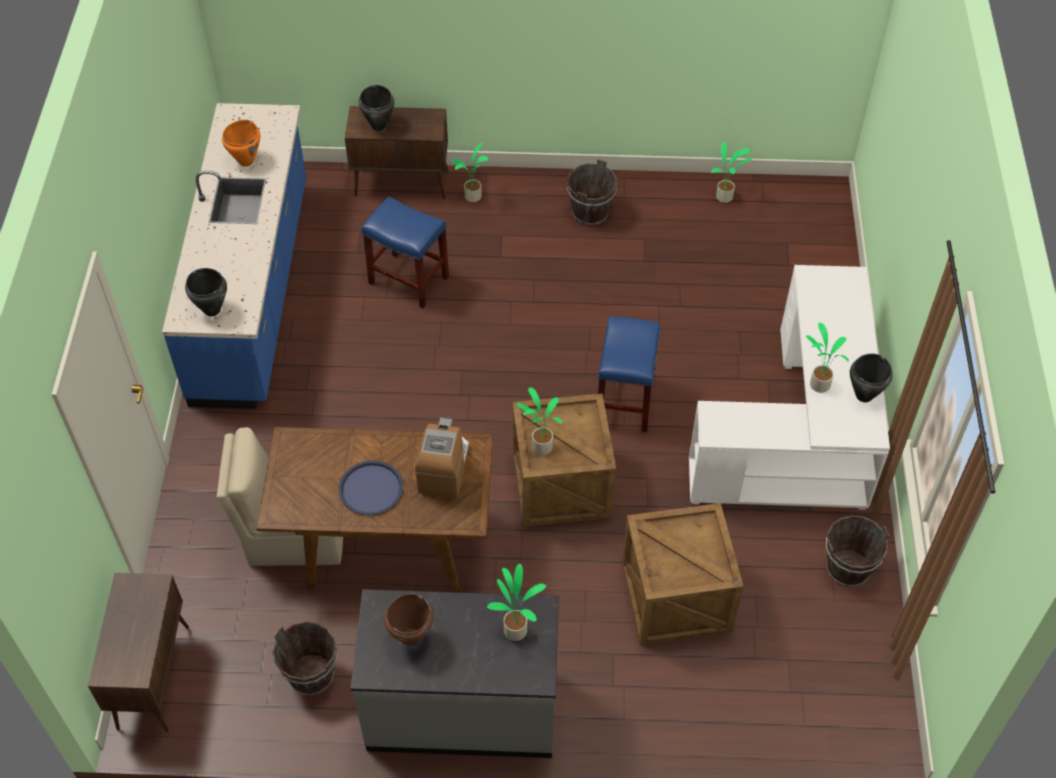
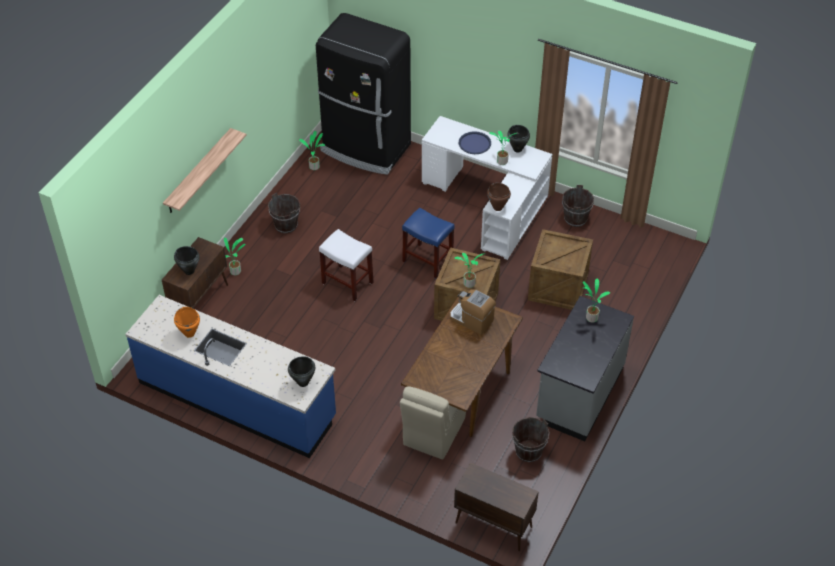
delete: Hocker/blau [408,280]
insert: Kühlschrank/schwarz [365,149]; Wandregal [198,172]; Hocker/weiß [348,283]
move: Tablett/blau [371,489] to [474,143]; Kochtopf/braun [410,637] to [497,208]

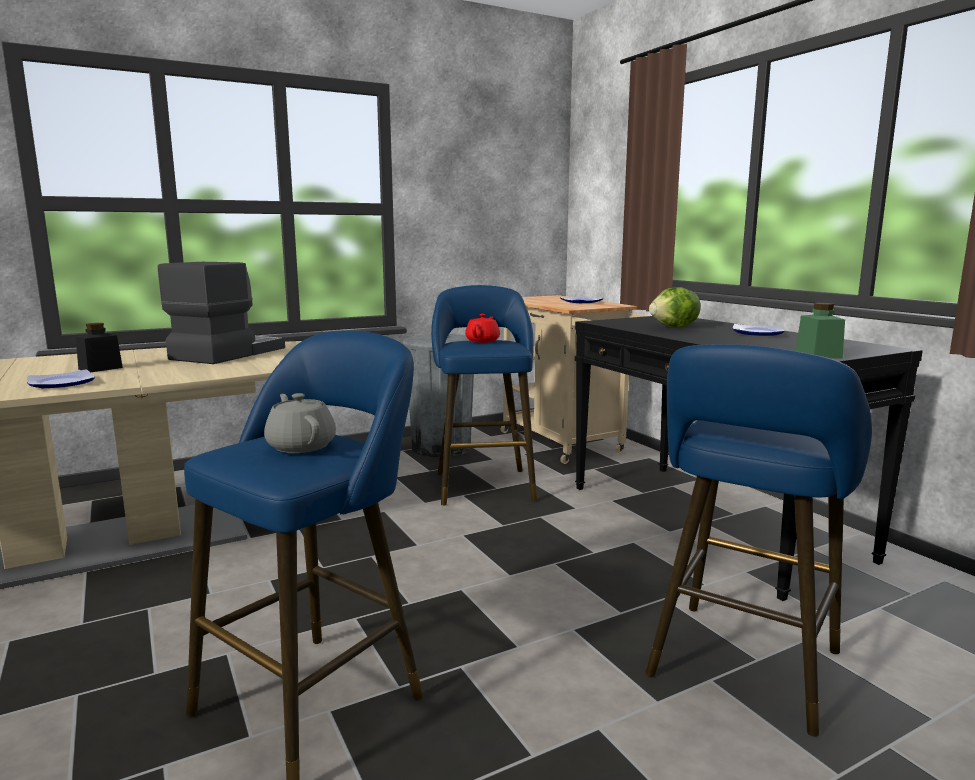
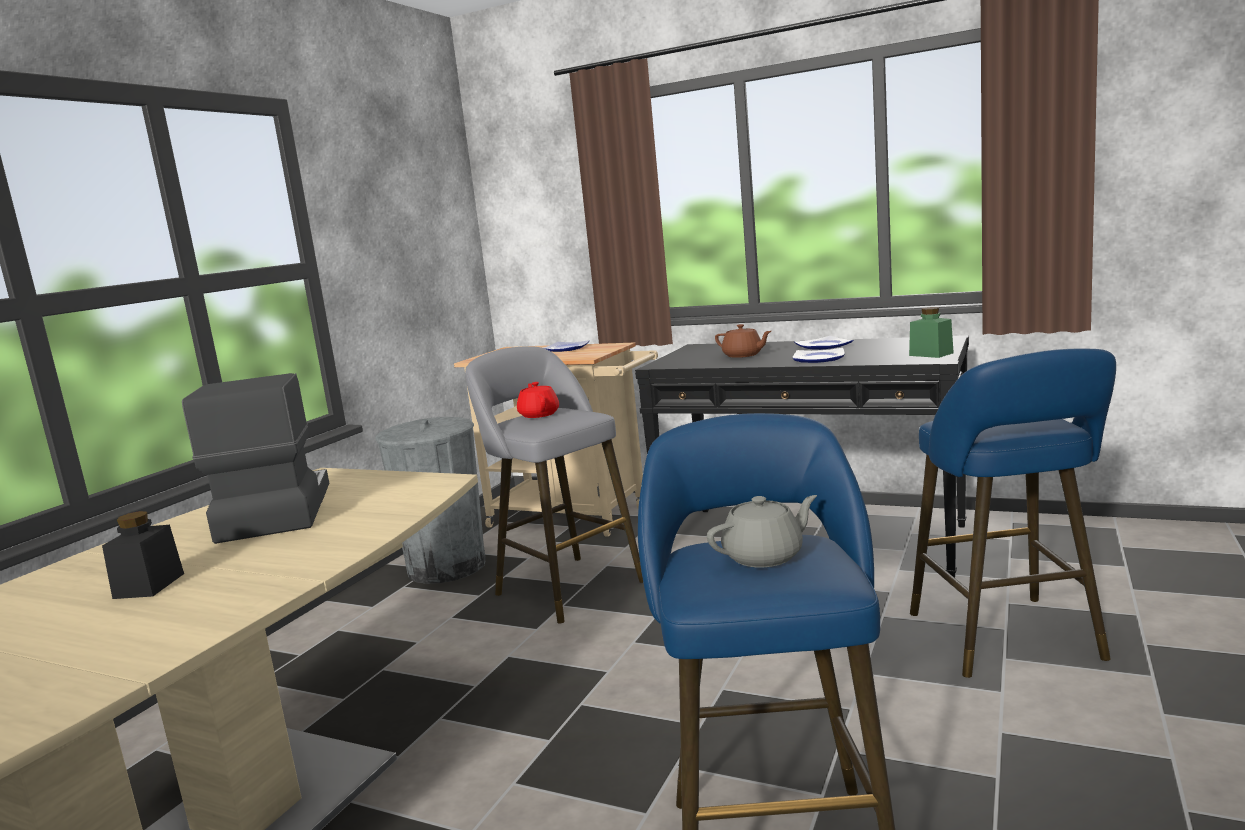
move: Teller [60,383] to [817,359]
replace: Salatkopf [675,327] to Teekanne/braun [743,355]
recolor: Hocker/blau [483,484] to Hocker/grau [564,586]
rotate: Teekanne/grau [301,446] = [765,556] 135 degrees clockwise

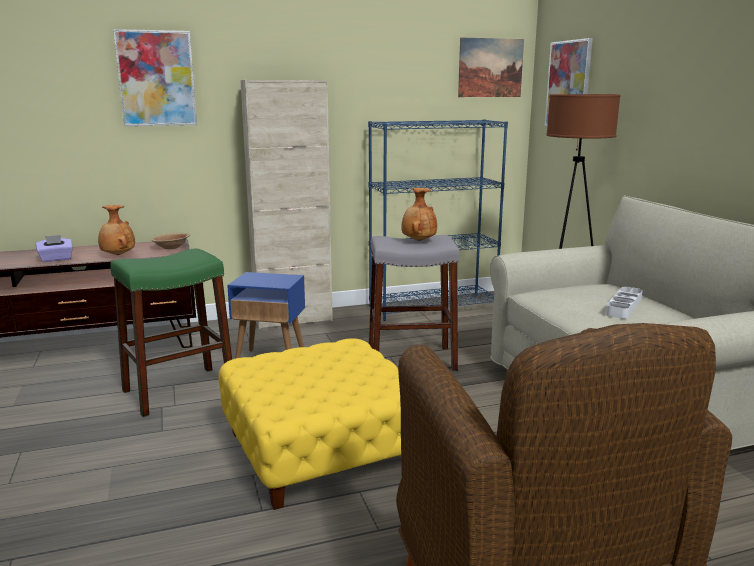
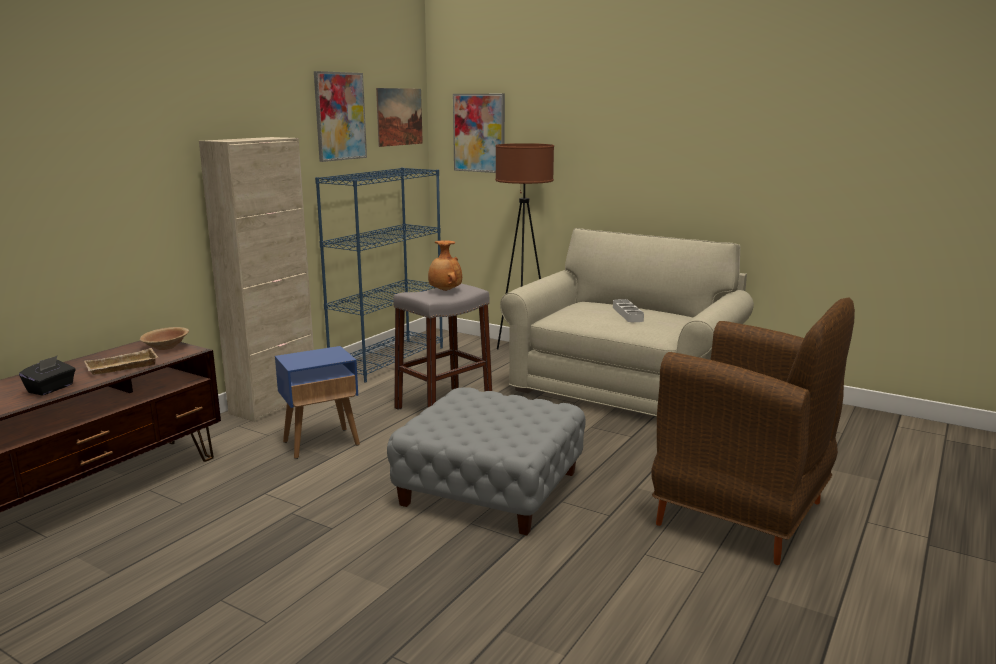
delete: Hocker/grün [179,390]
move: Bild [156,78] to [340,116]
replace: Vase/braun [117,255] to Tablett/beige [121,367]
recolor: Taschentuchbox/lila [56,259] to Taschentuchbox/schwarz [51,389]; Polsterhocker/gelb [322,450] to Polsterhocker/grau [491,488]

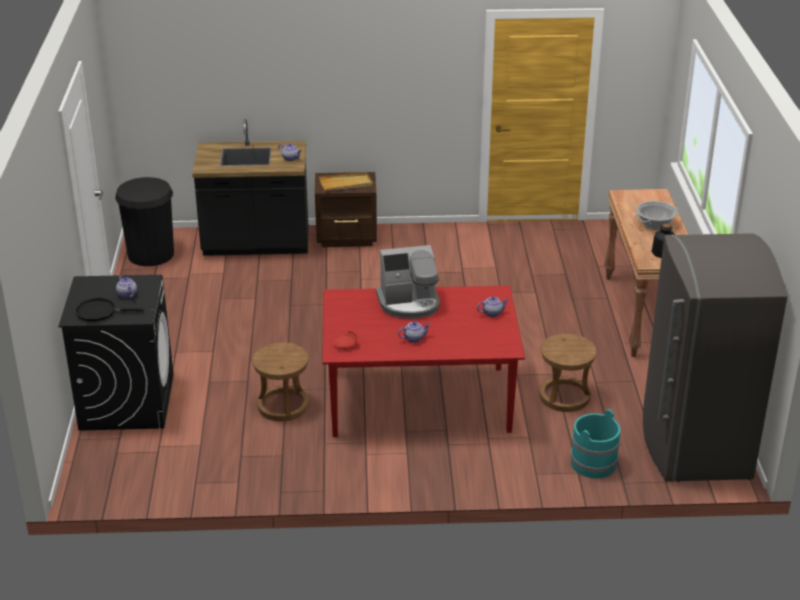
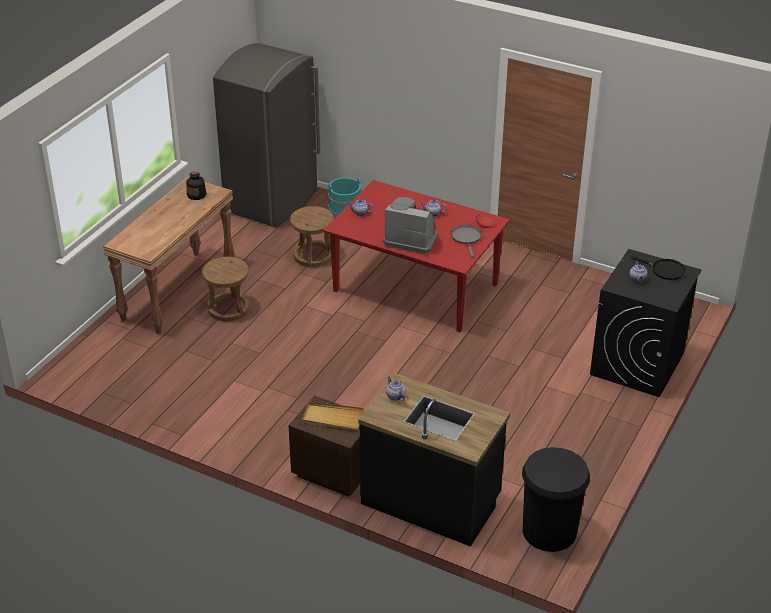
delete: Kochtopf [655,224]
insert: Pfanne/grau [466,238]
move: Hocker/braun [282,406] to [228,309]

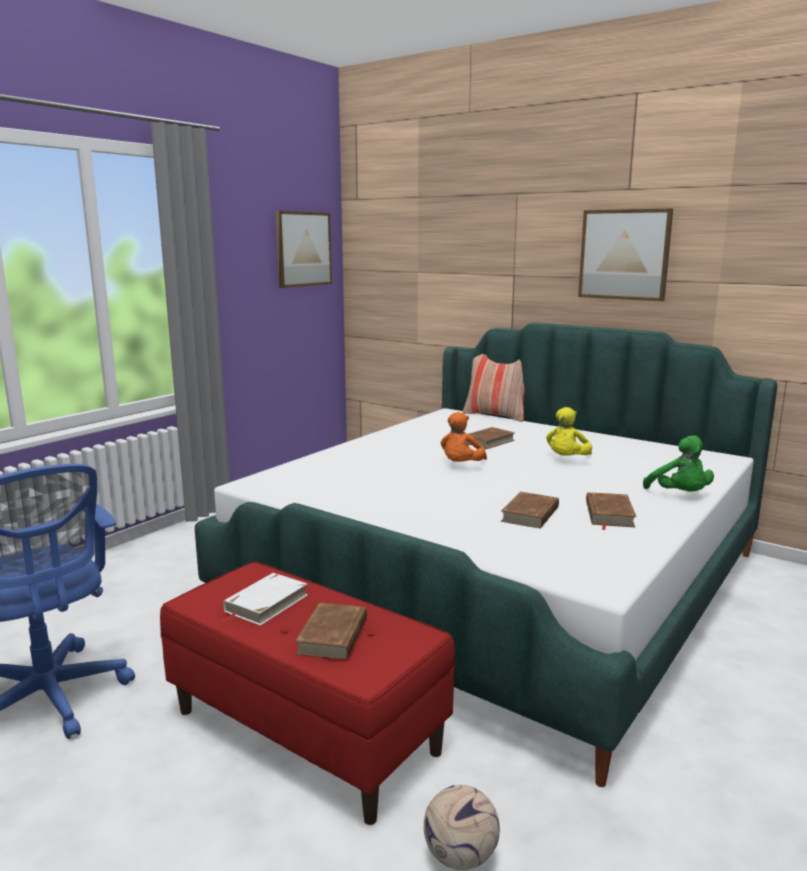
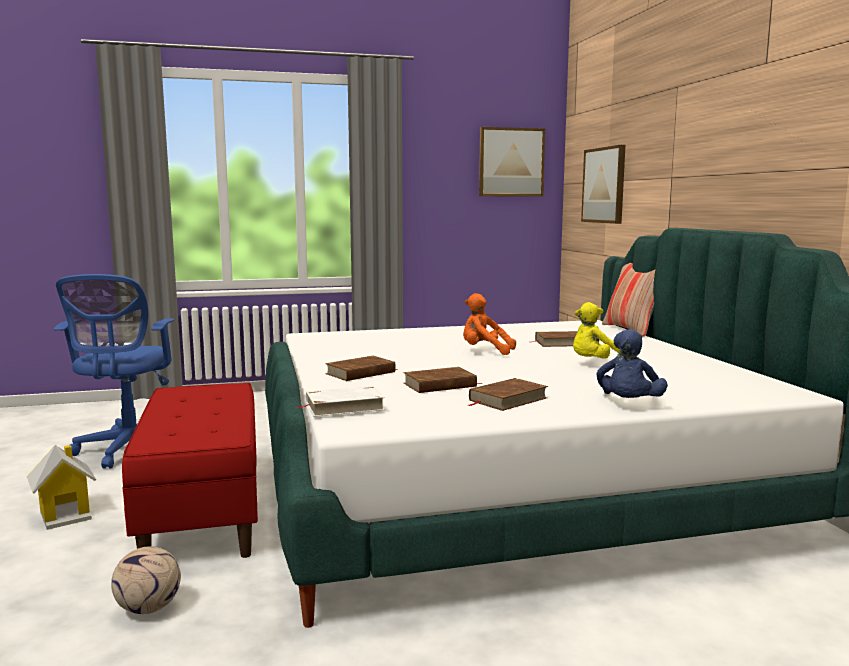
insert: Spielzeughaus [66,514]
move: Bild [624,254] to [604,185]; Buch/weiß [266,603] to [344,406]; Buch/braun [333,636] to [361,373]
recolor: Plüschtier/grün [680,495] to Plüschtier/blau [628,404]
rotate: Plüschtier/orange [461,466] = [485,351] 45 degrees clockwise

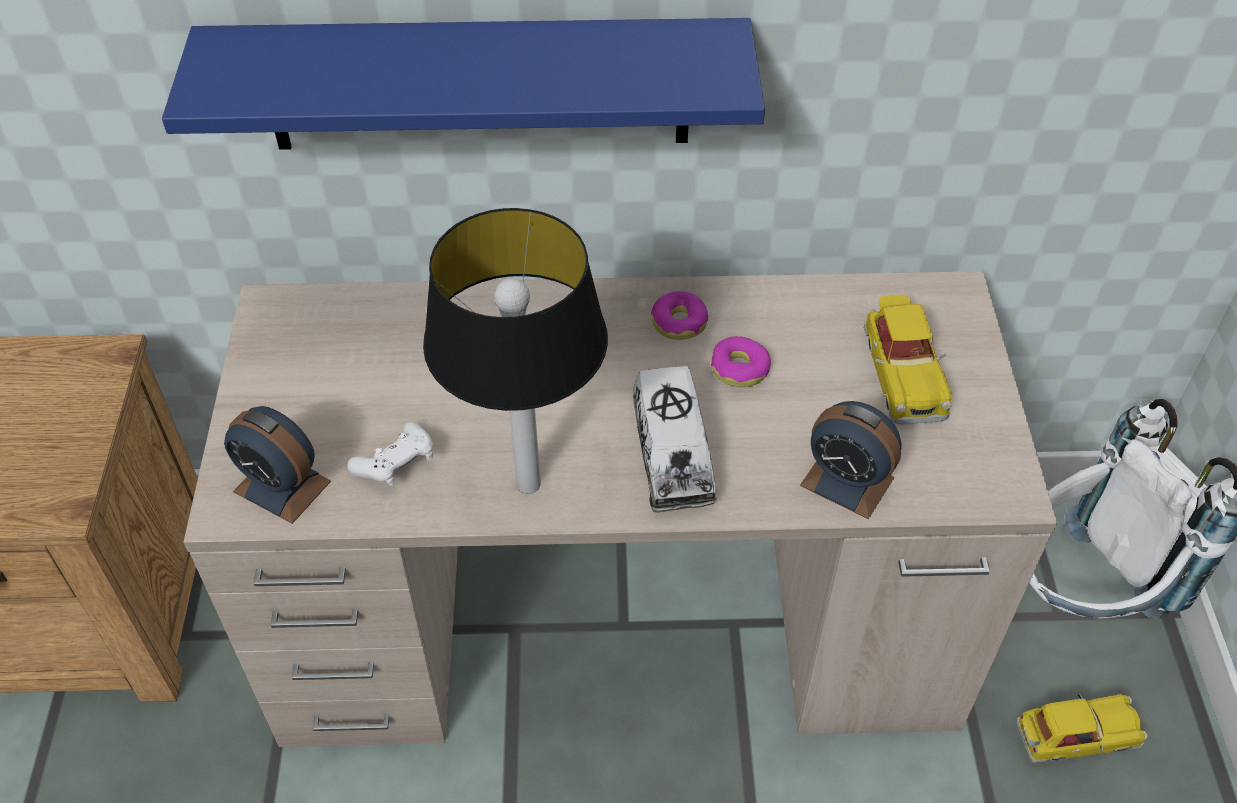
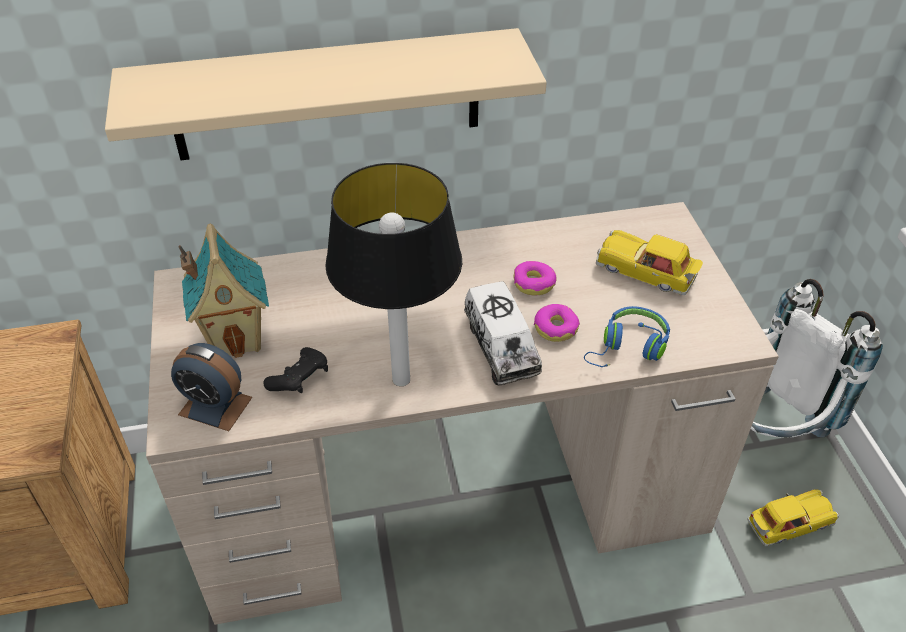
insert: Spielzeughaus [237,339]
move: Donut [679,322] to [555,328]
replace: Wecker [847,481] to Kopfhörer/blau [628,348]
recolor: Wandregal/blau [478,84] to Wandregal/beige [327,96]; Gamepad/weiß [397,466] to Gamepad/schwarz [300,380]
rotate: Spielzeugauto [902,372] = [647,272] 135 degrees clockwise

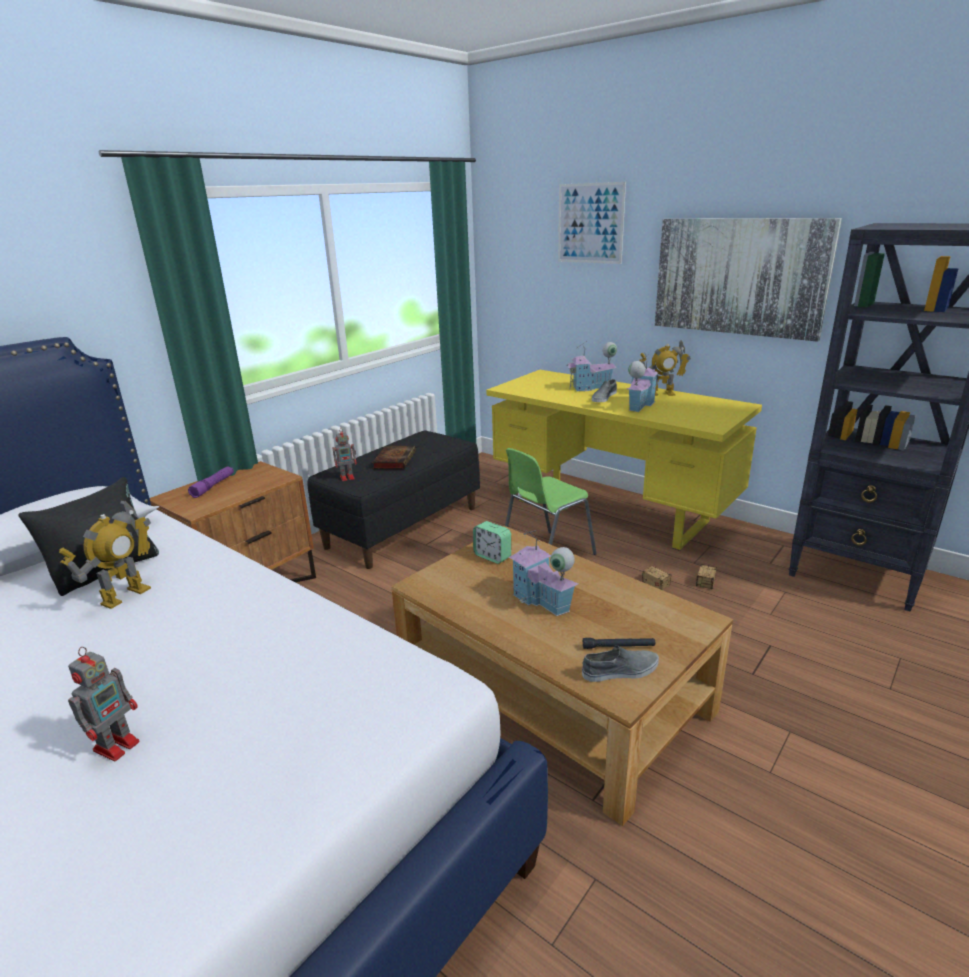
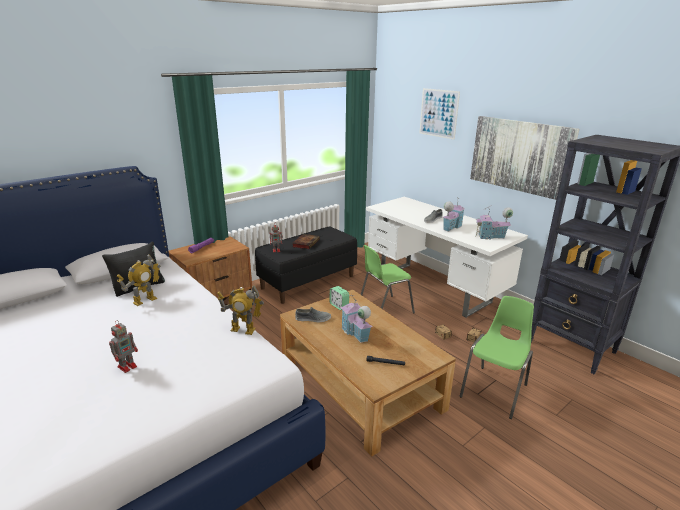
insert: Stuhl/grün [495,391]
move: Spielzeugroboter [662,394] to [243,330]; Spielzeughaus [591,387] to [491,236]; Schuh/grau [621,671] to [313,319]
recolor: Schreibtisch/gelb [611,511] to Schreibtisch/weiß [434,288]

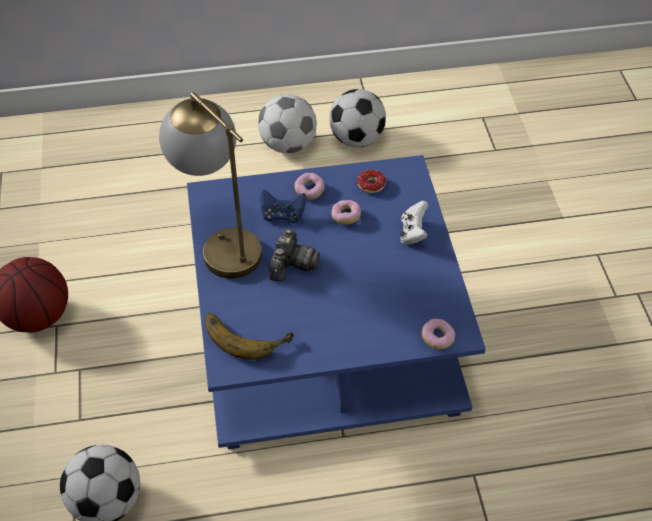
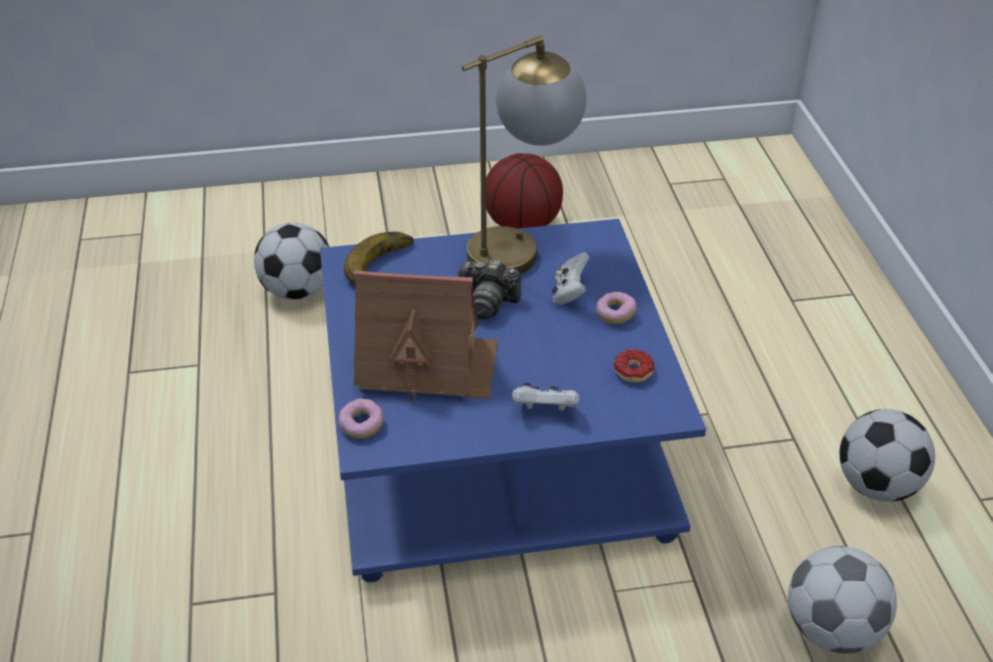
delete: Donut [346,217]
insert: Spielzeughaus [426,365]
move: Fußball [288,145] to [832,630]
recolor: Gamepad/blau [283,215] to Gamepad/weiß [569,293]

